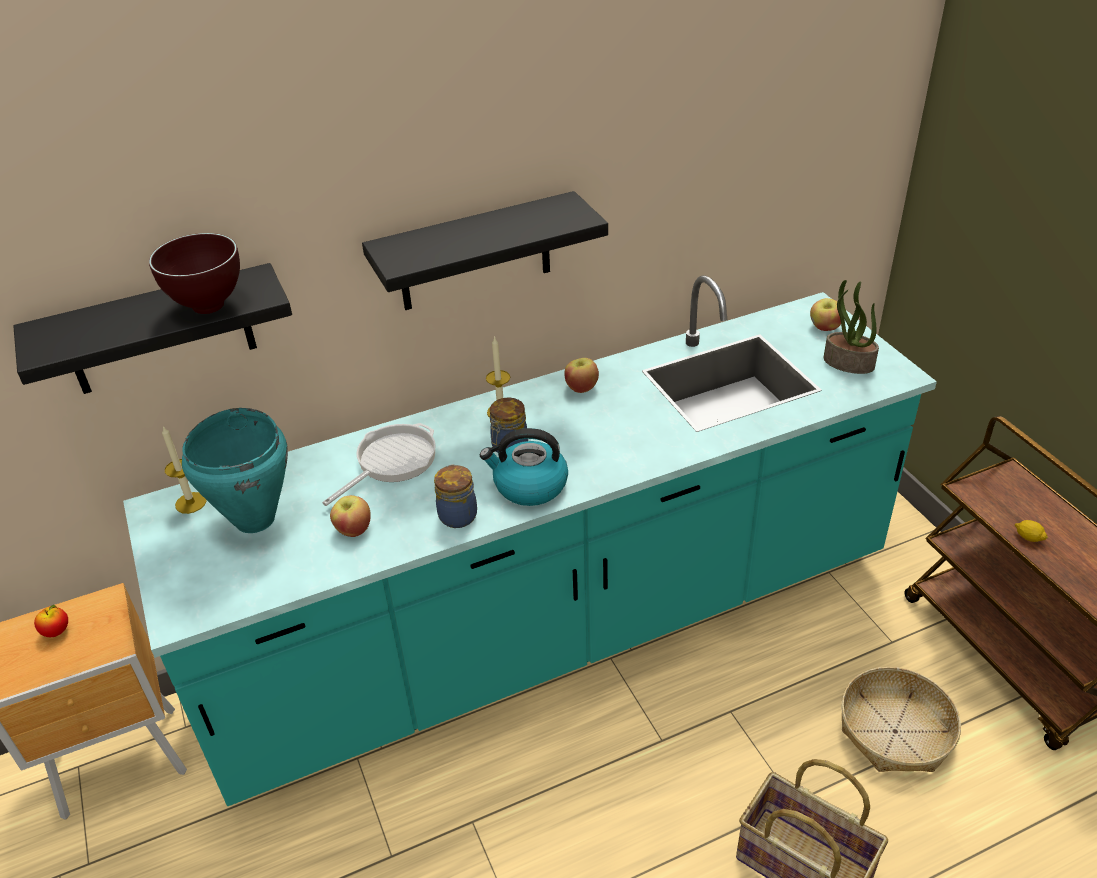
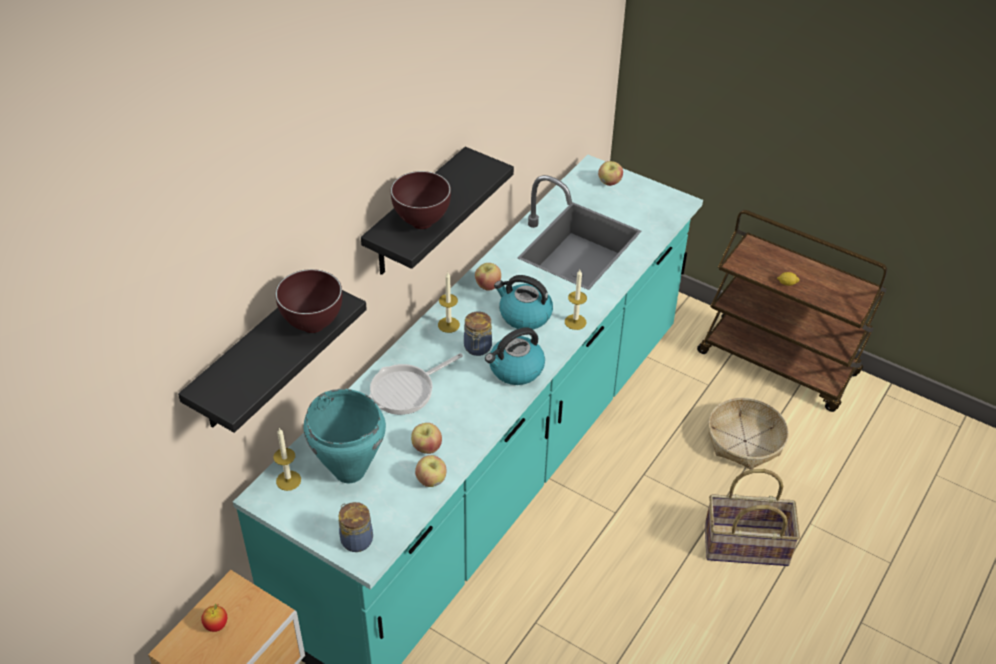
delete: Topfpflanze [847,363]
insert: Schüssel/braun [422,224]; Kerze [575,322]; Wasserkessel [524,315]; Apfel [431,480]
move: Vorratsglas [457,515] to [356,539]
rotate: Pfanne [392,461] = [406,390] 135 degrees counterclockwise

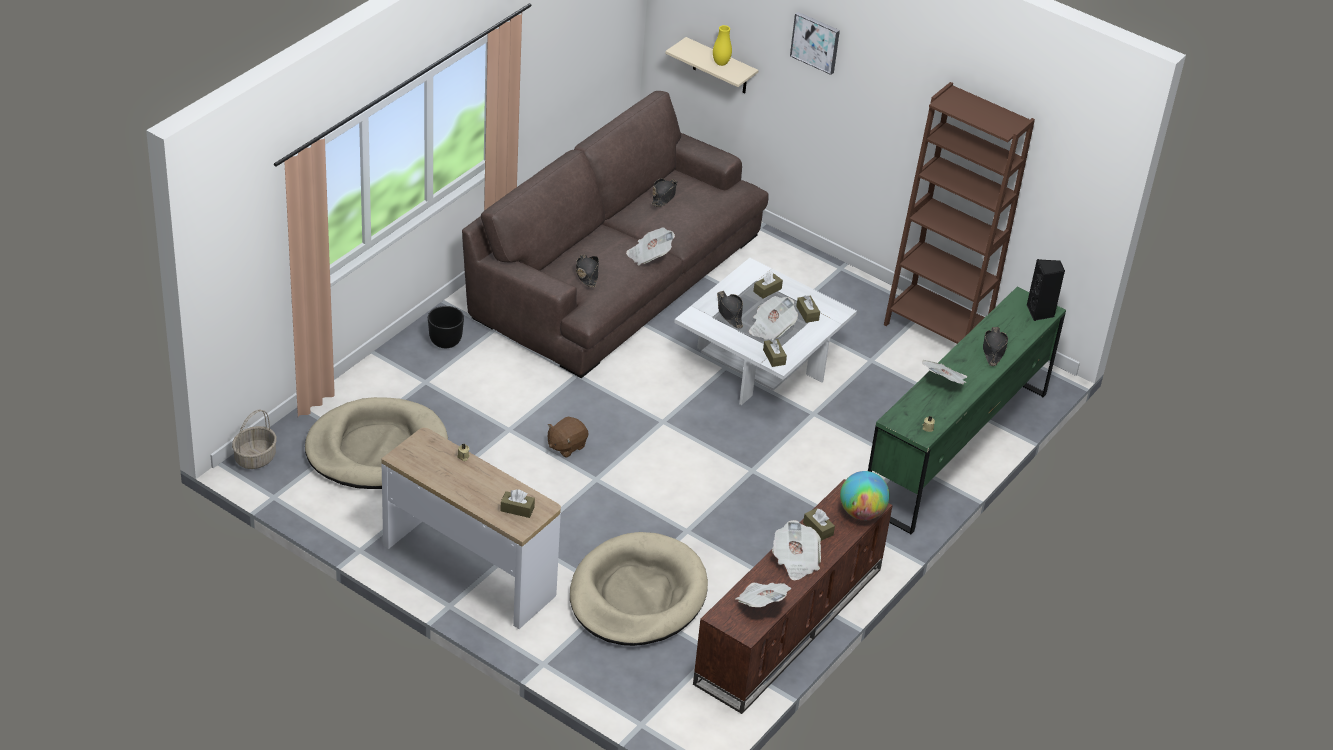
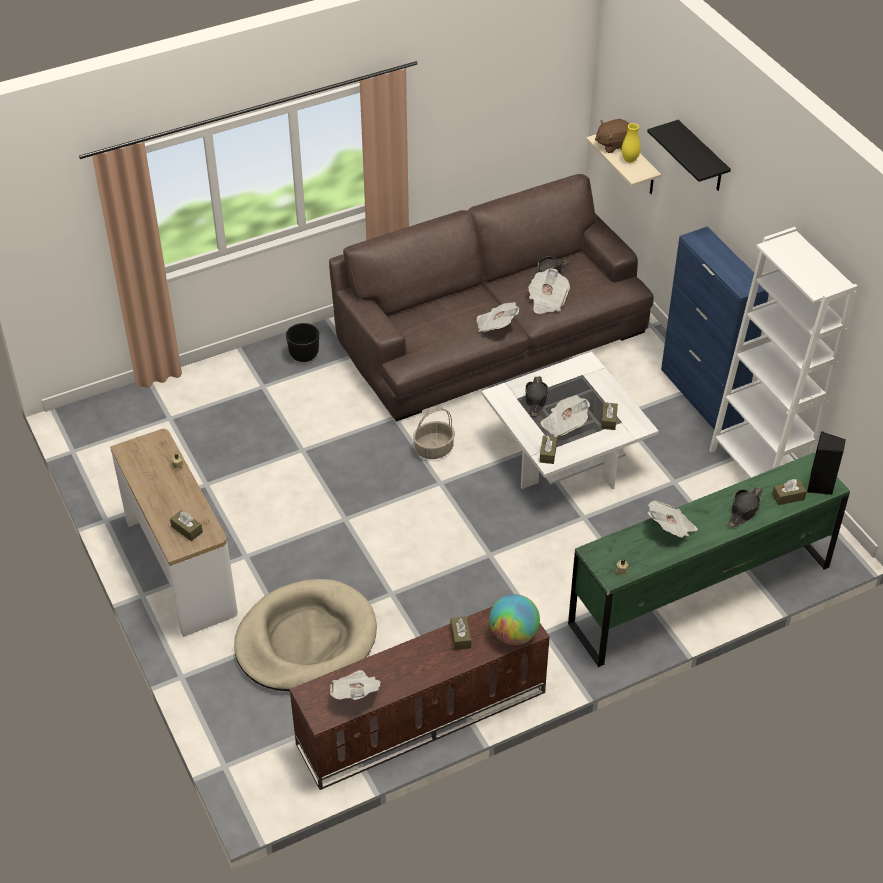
delete: Hut/schwarz [587,274]; Hundebett/beige [376,449]
insert: Schrank/blau [702,396]
move: Taschentuchbox/braun [767,290] to [788,497]; Korb [255,457] to [434,449]; Plüschtier/braun [566,446] to [613,145]; Zeitung [795,561] to [547,301]
replace: Bild [816,42] to Wandregal/schwarz [702,158]
recolor: Bücherregal/braun [936,331] to Bücherregal/weiß [757,471]

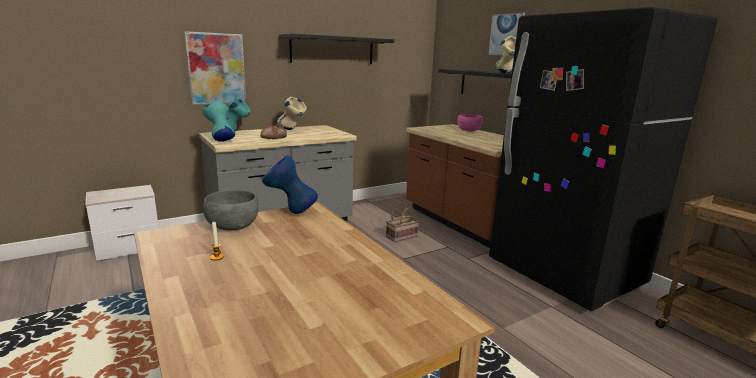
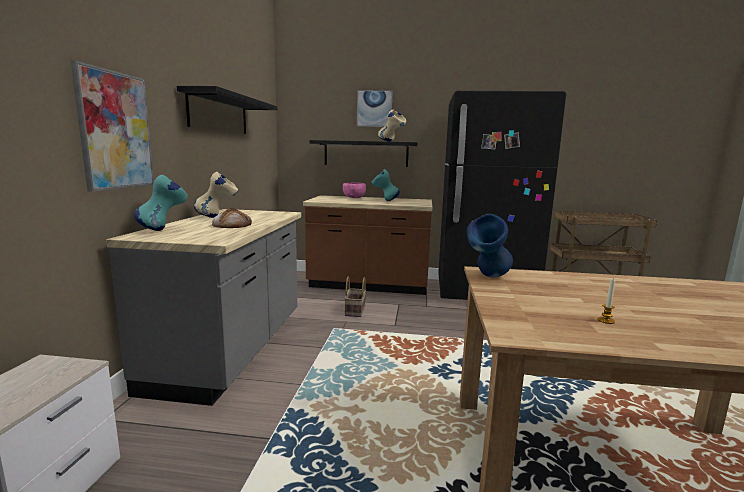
delete: Schüssel/grau [232,226]
move: Vase/türkis [220,140] to [385,201]

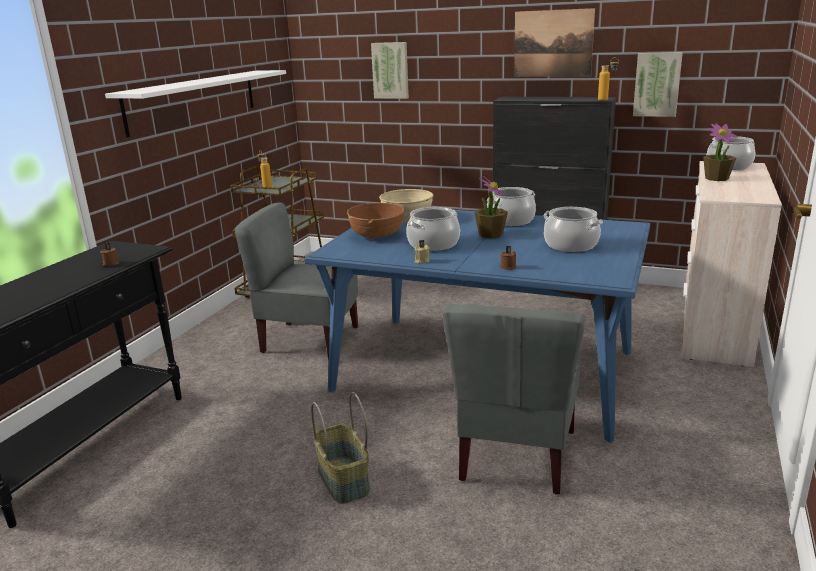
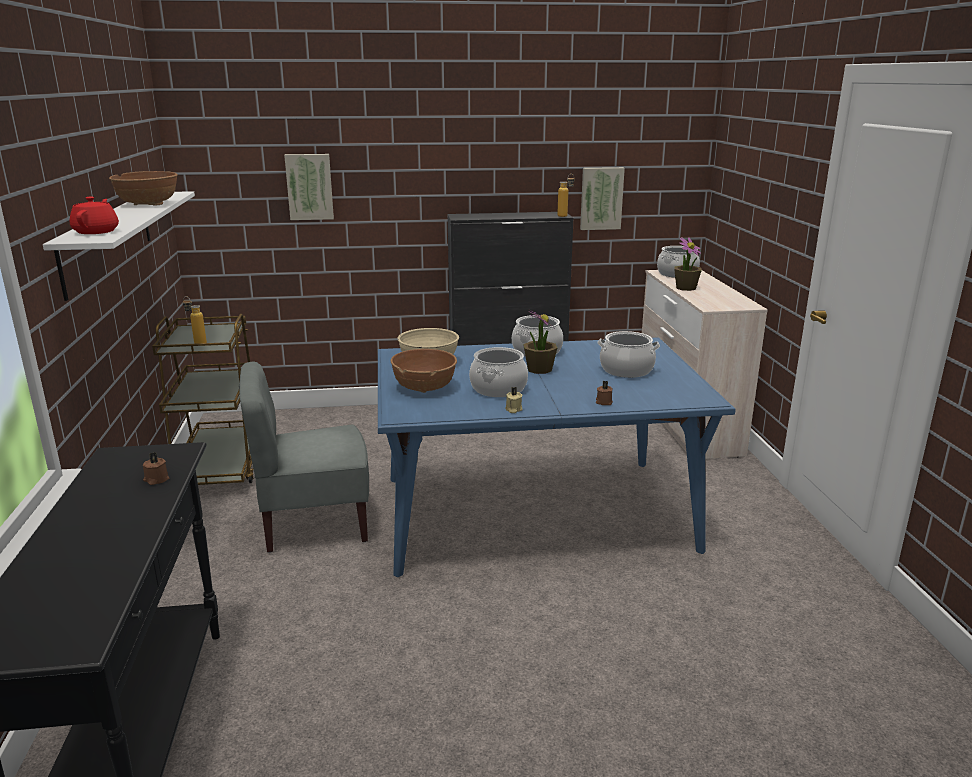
delete: Bild [553,43]; Stuhl/grau [515,455]; Korb [342,480]
insert: Schüssel/braun [148,204]; Teekanne/rot [97,231]

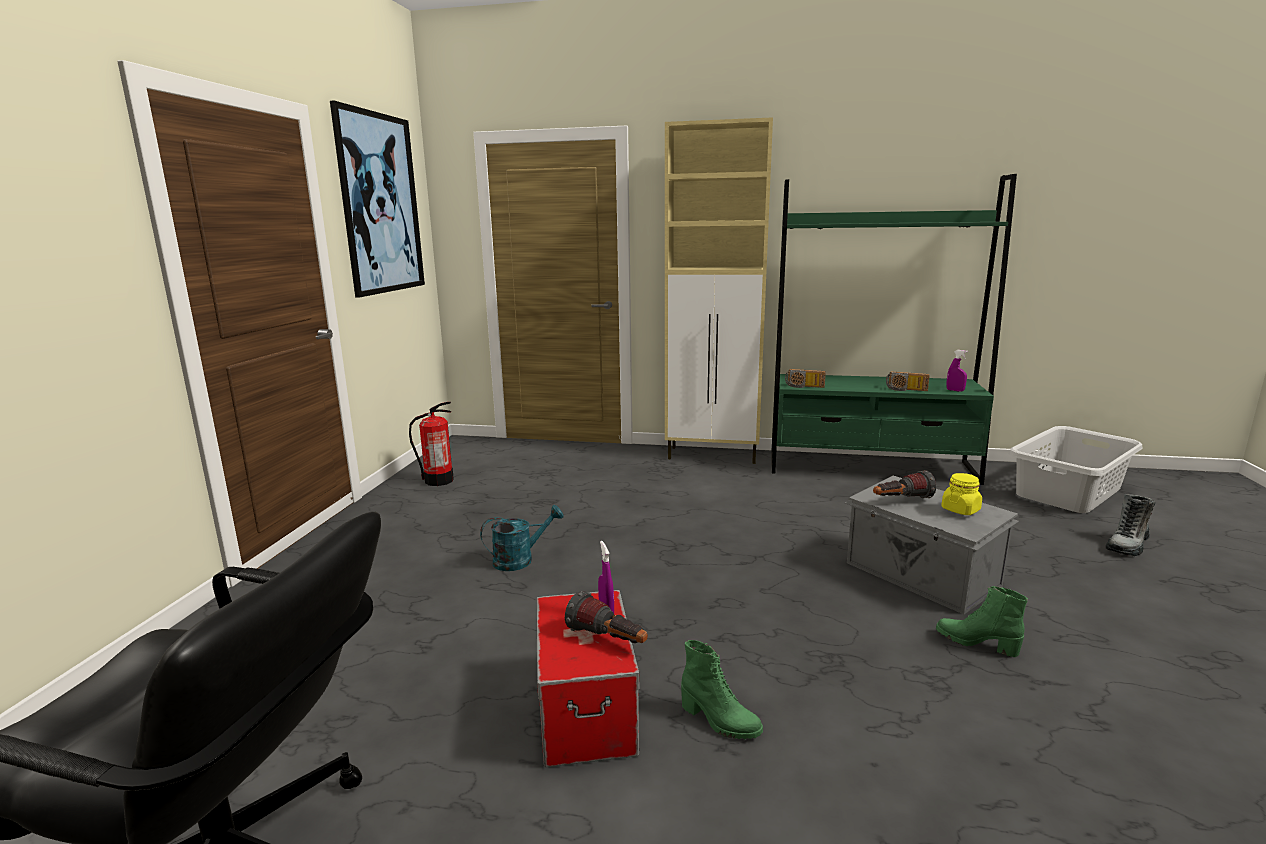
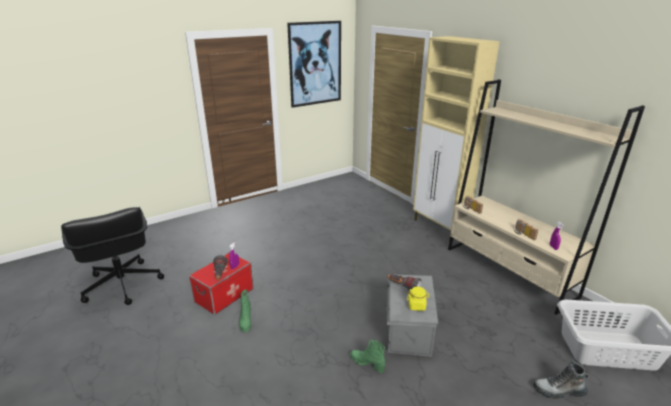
delete: Feuerlöscher [438,480]; Gießkanne/türkis [520,560]
recolor: Bücherregal/grün [871,467] to Bücherregal/beige [509,272]
rotate: Stiefel/grün [976,643] = [367,363] 45 degrees counterclockwise

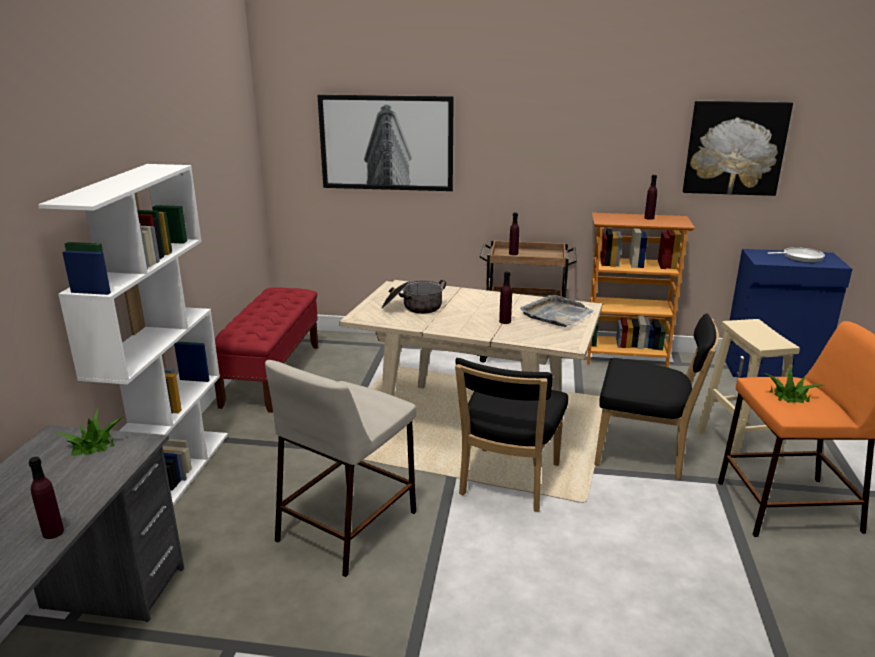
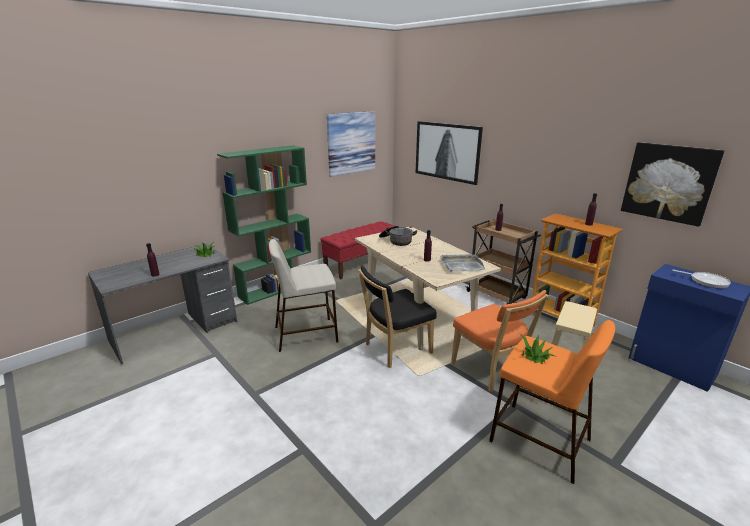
insert: Bild [351,143]
recolor: Bücherregal/weiß [173,475] to Bücherregal/grün [277,289]; Stuhl/schwarz [645,453] to Stuhl/orange [491,370]

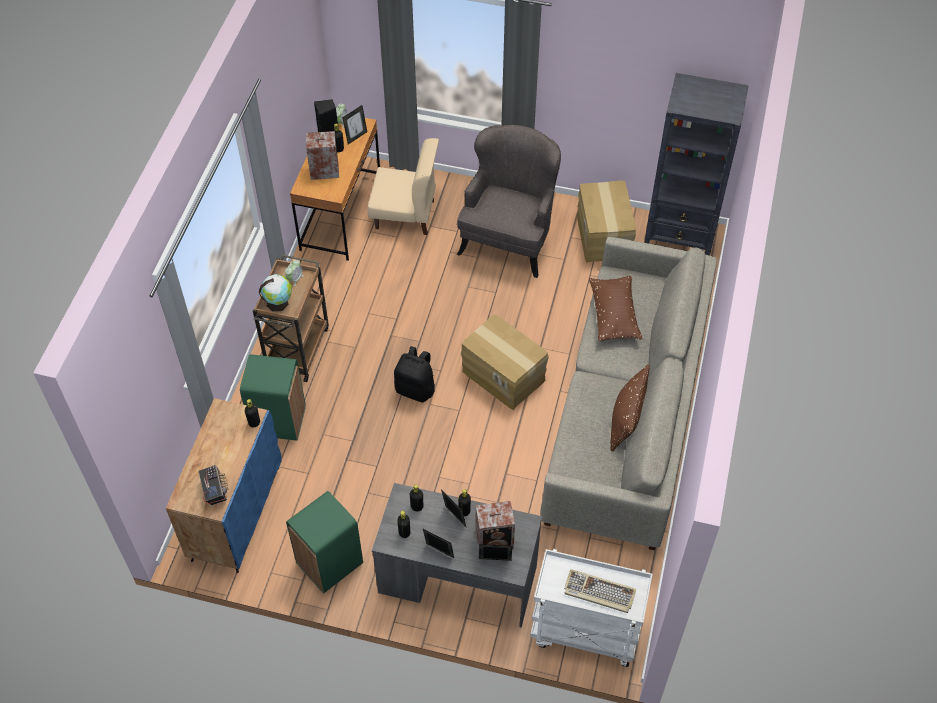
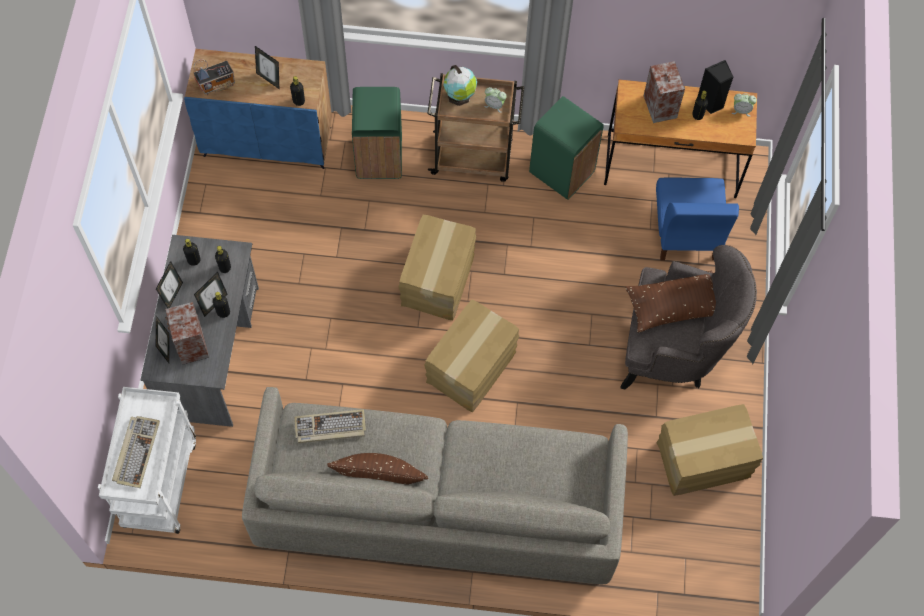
delete: Bücherregal/schwarz [679,240]
insert: Tastatur [330,428]
move: Bilderrahmen [356,137] to [269,79]; Kissen/braun [614,315] to [673,307]; Mülleimer/grün [329,563] to [562,172]
replace: Rucksack/schwarz [416,389] to Karton [439,280]
recolor: Stuhl/beige [405,214] to Stuhl/blau [686,232]

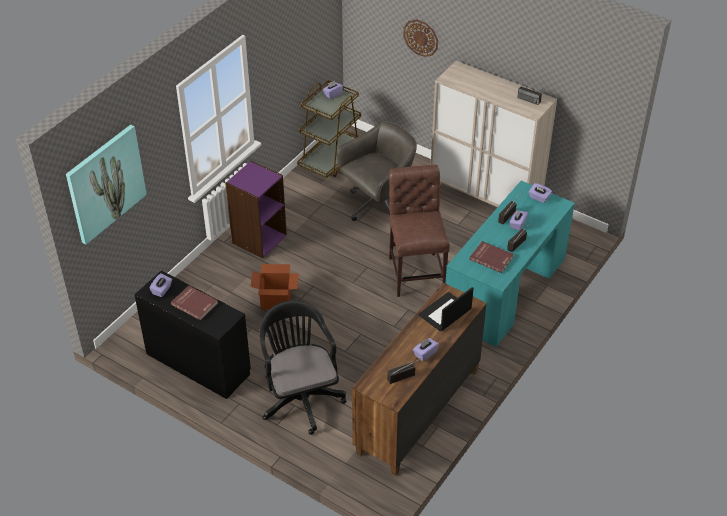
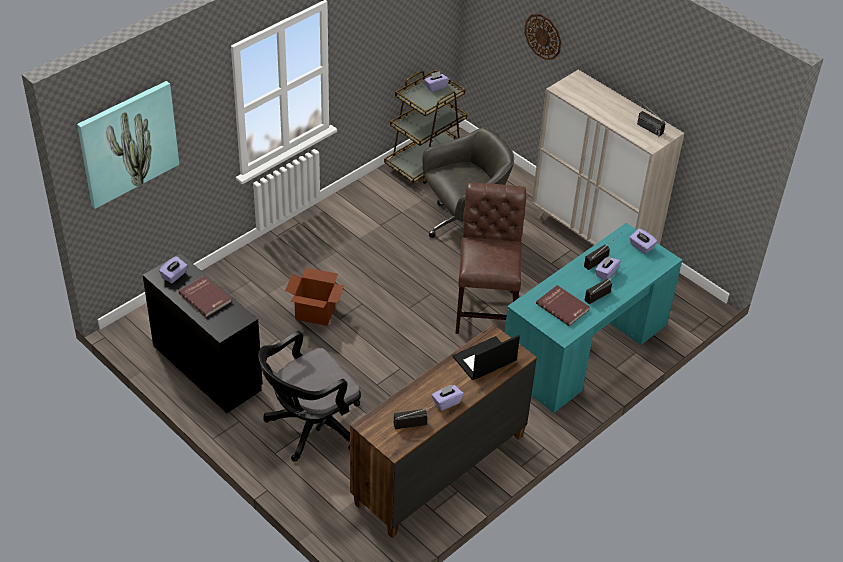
delete: Bücherregal/lila [259,239]
rotate: Bürostuhl/schwarz [300,397] = [310,427] 120 degrees counterclockwise

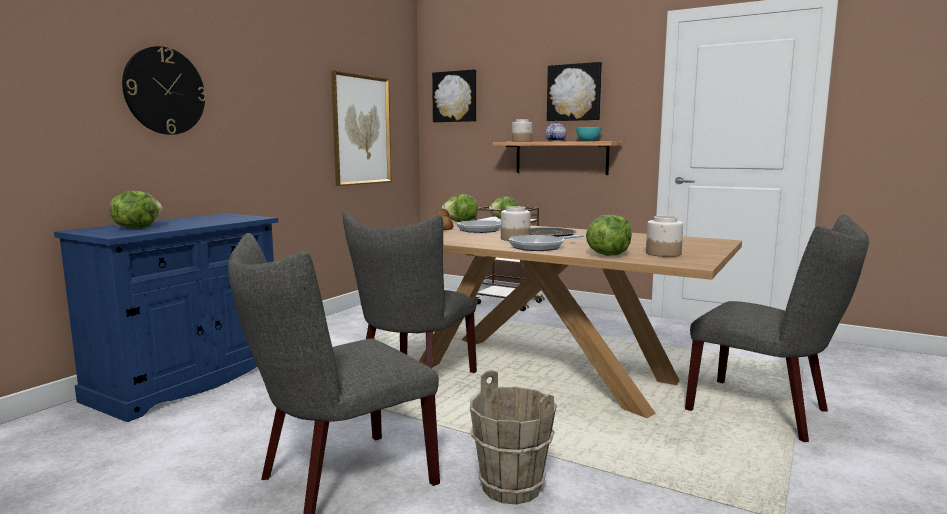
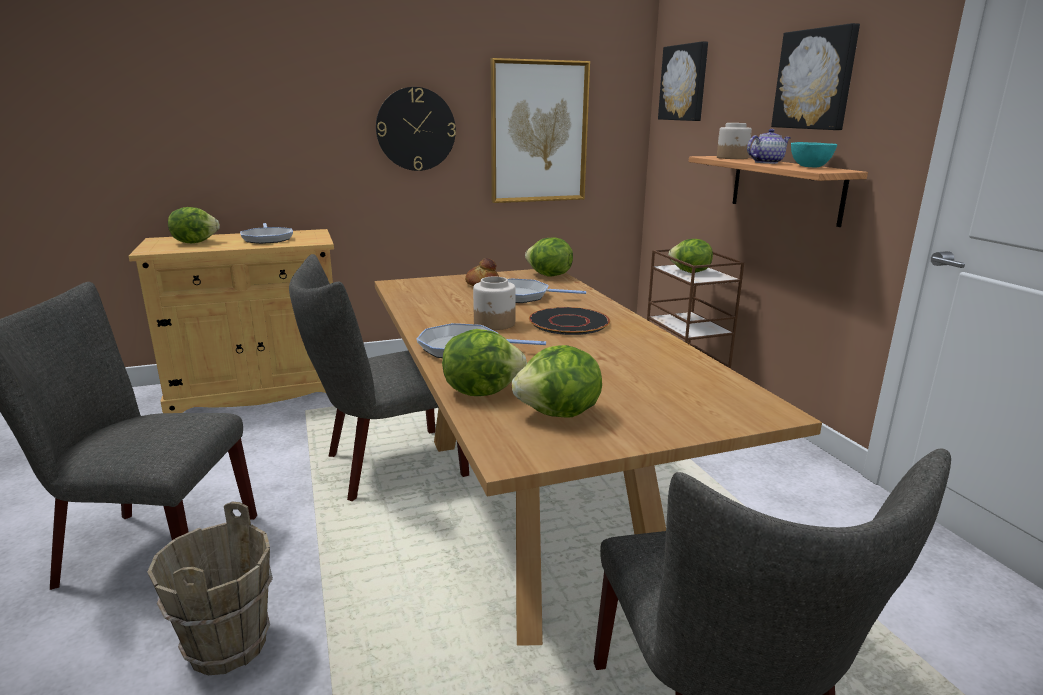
insert: Pfanne [267,238]
move: Wanduhr [164,91] to [416,129]
replace: Vorratsglas [663,254] to Salatkopf [559,414]
recolor: Schrank/blau [189,380] to Schrank/beige [259,389]

